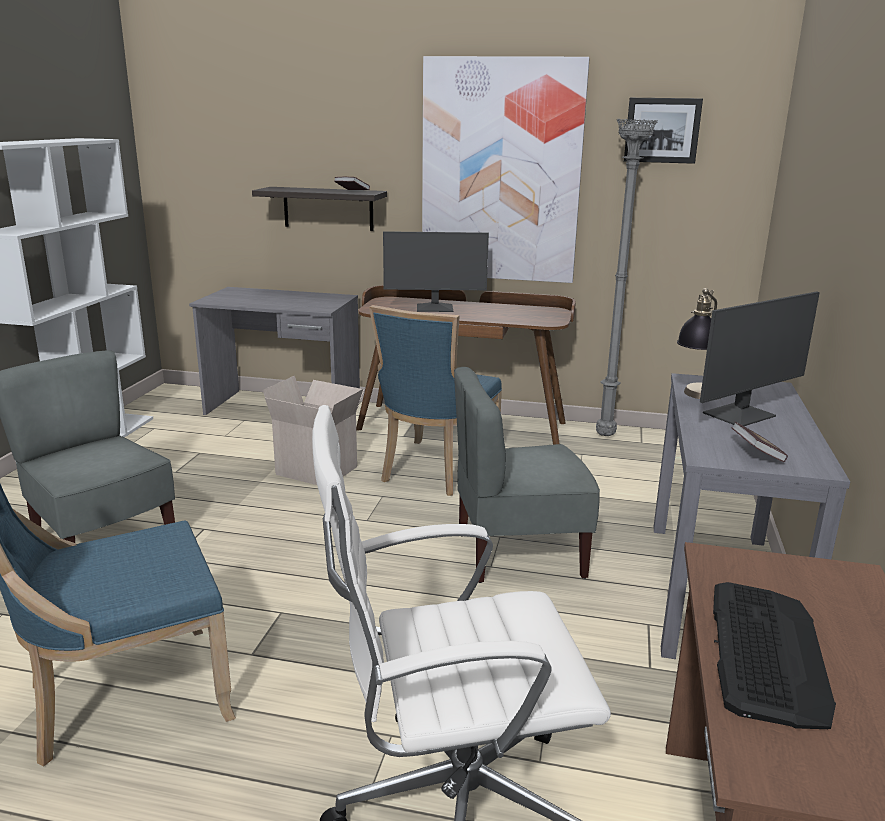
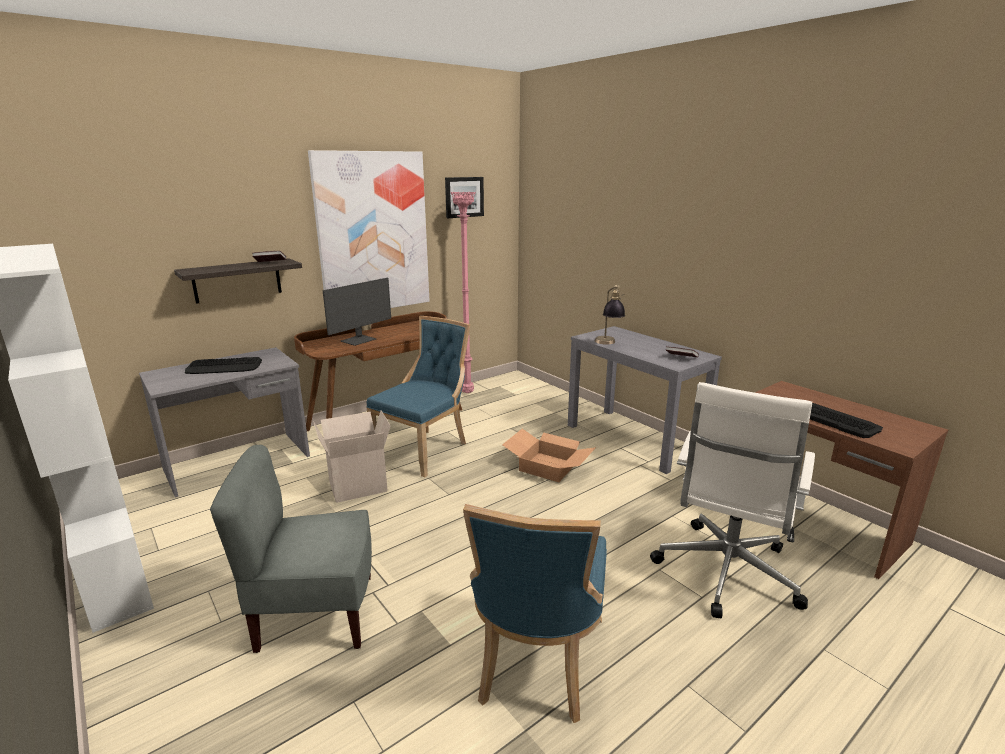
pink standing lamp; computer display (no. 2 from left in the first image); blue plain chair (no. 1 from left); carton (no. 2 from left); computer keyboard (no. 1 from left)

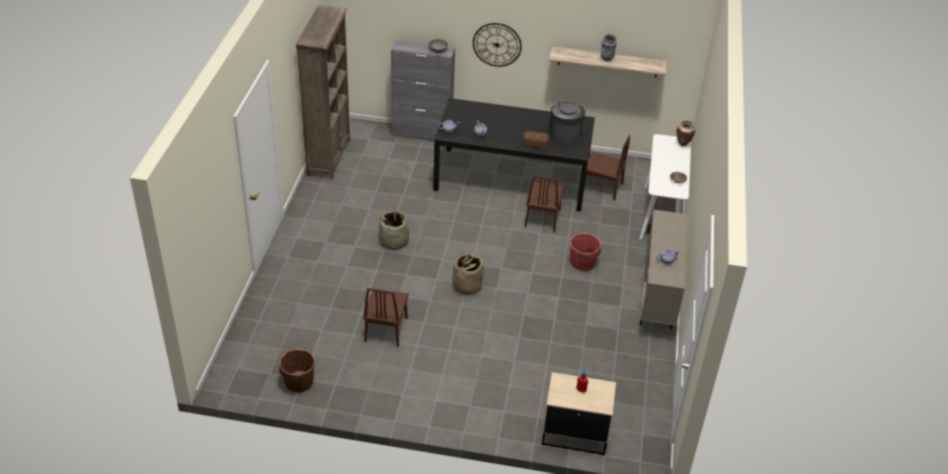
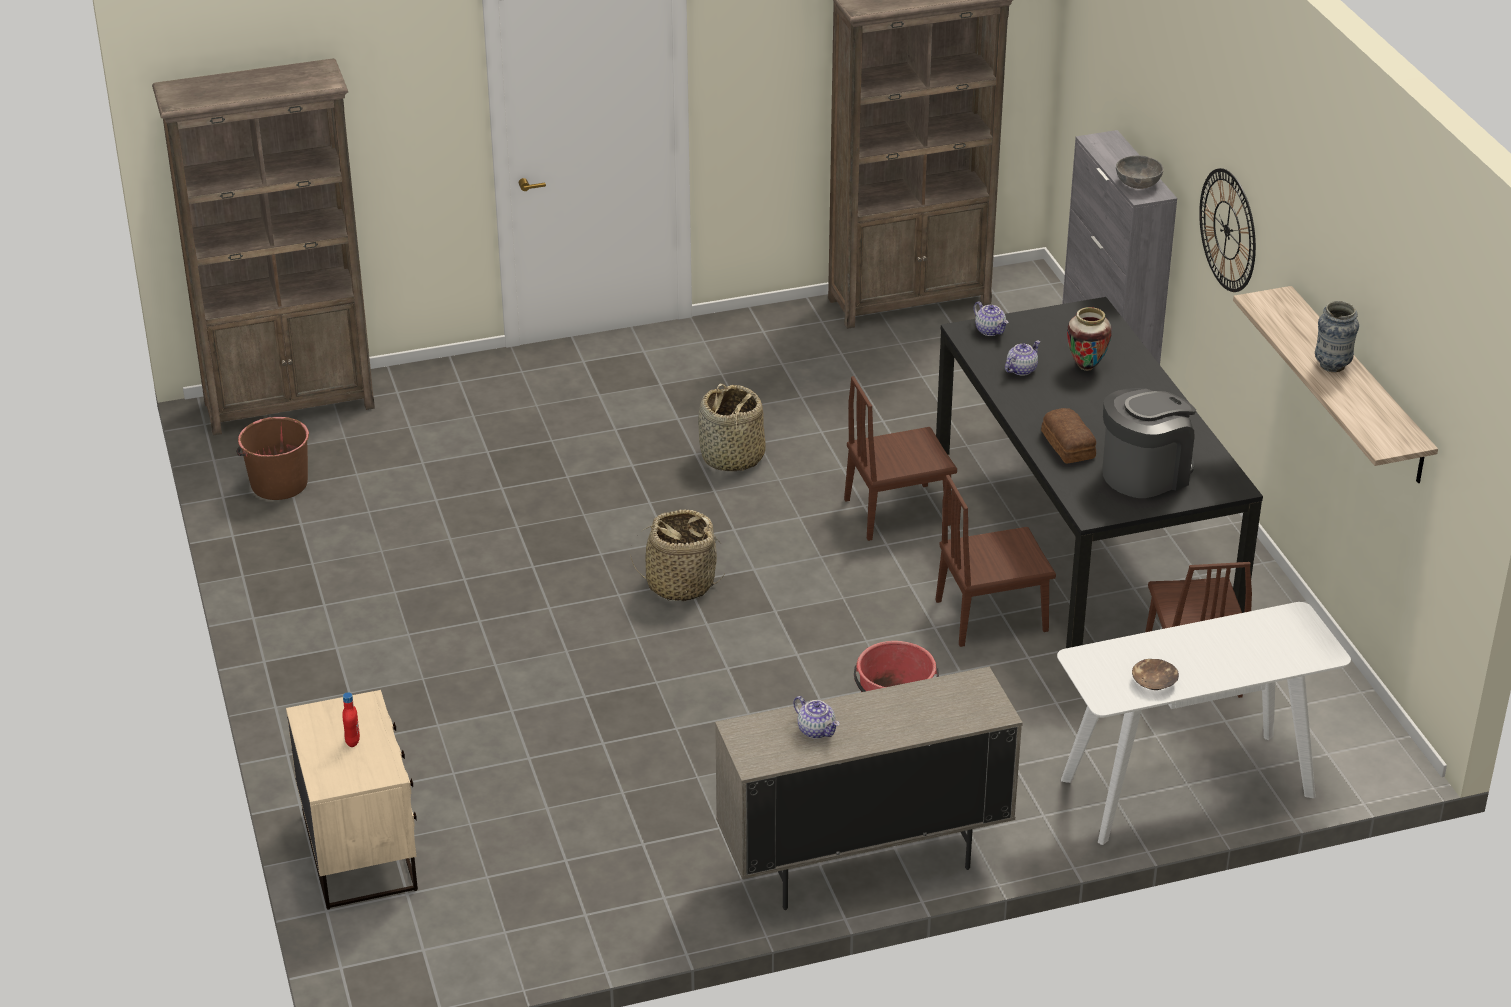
flower vase (no. 1 from left); brown plain chair (no. 1 from left); brown shelving unit (no. 1 from left)

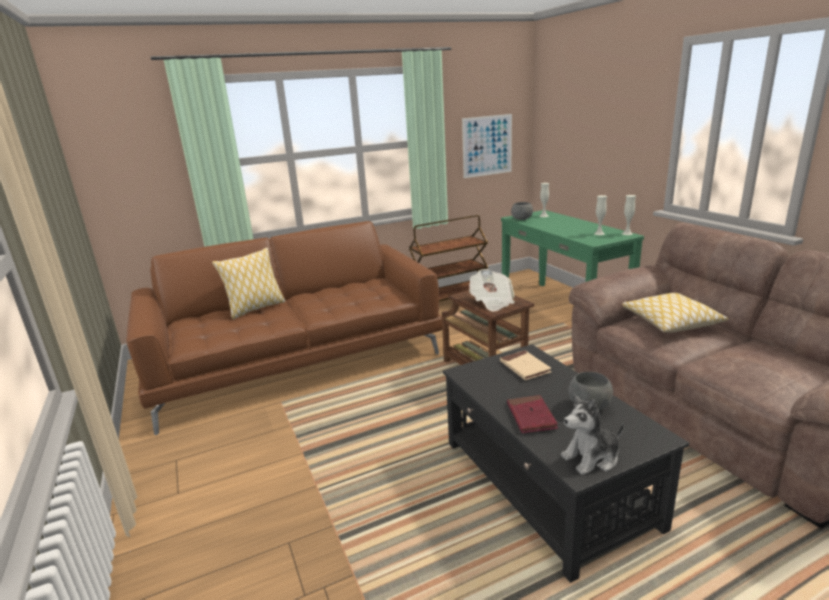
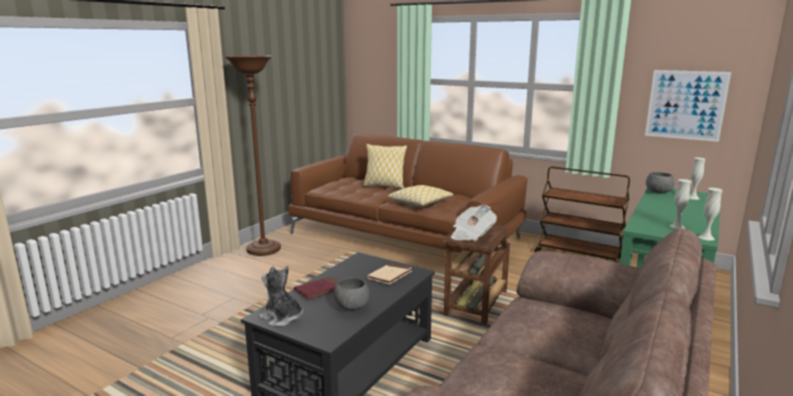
cushion (no. 2 from left); brown standing lamp

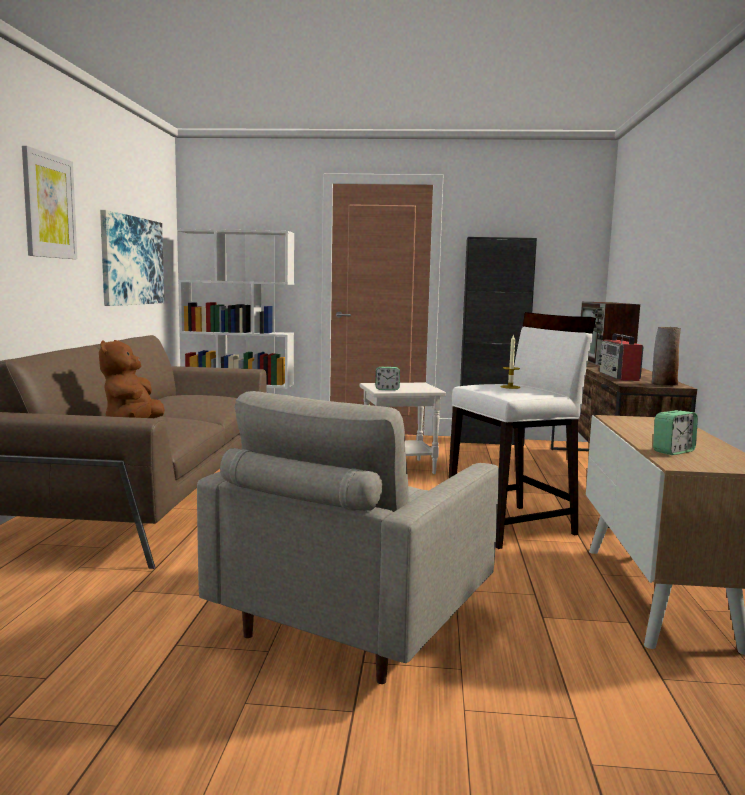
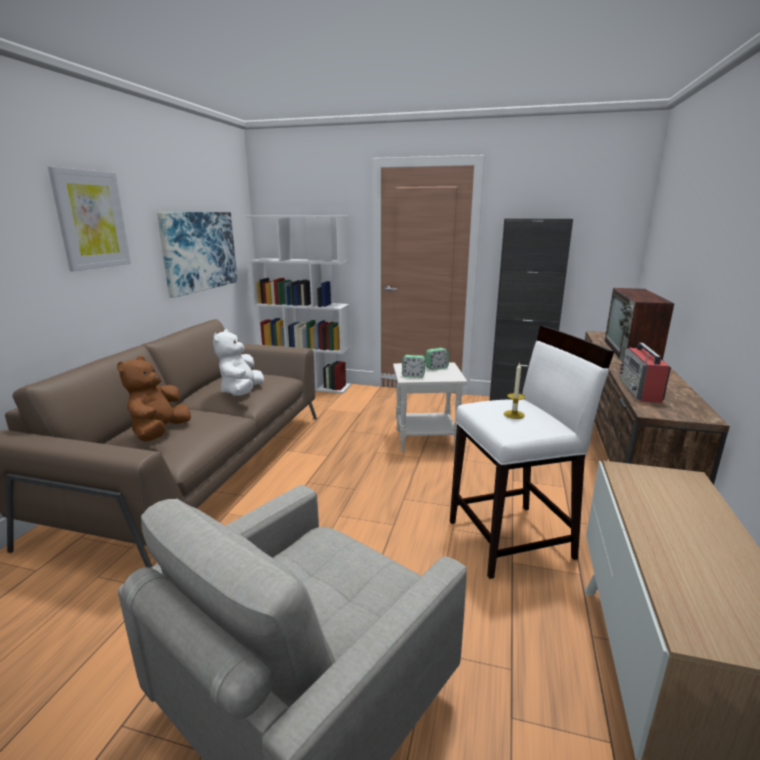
flower vase; alarm clock (no. 2 from left); white-coloured plush toy

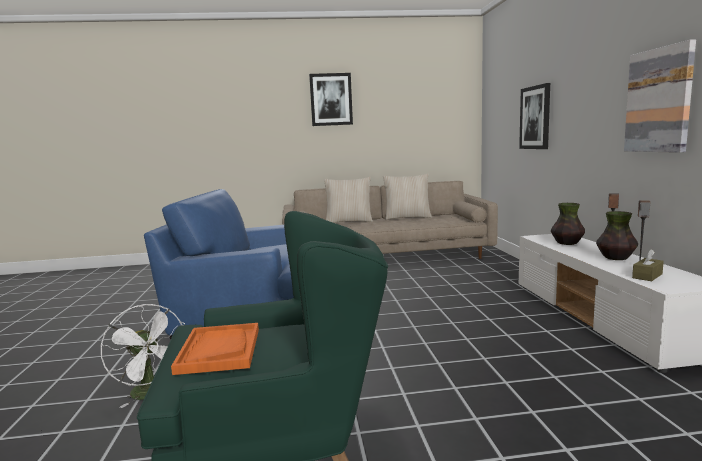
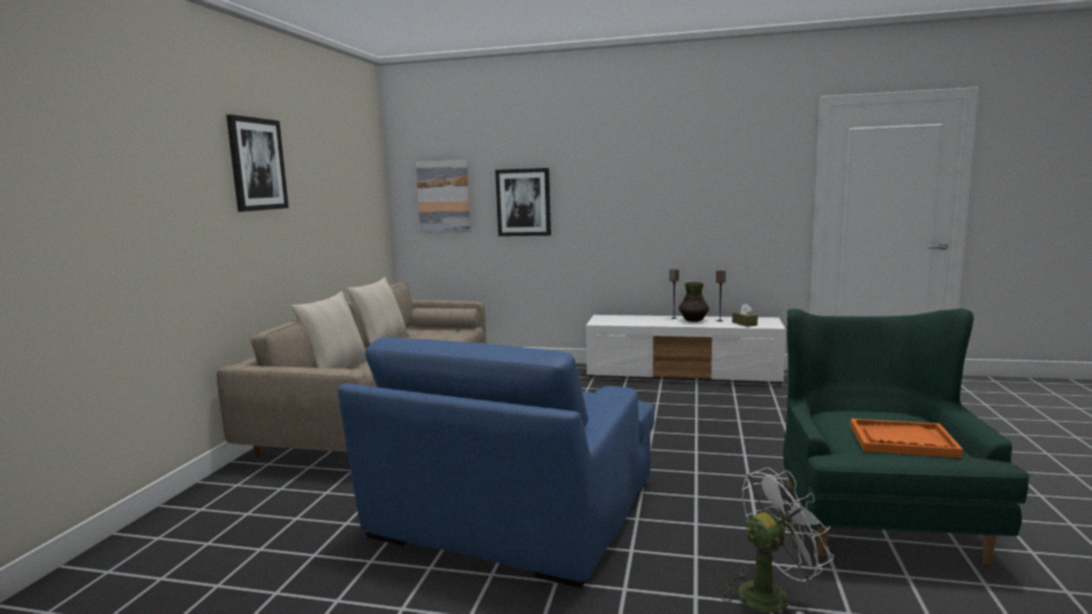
wall art (no. 2 from left); flower vase (no. 1 from left in the first image)

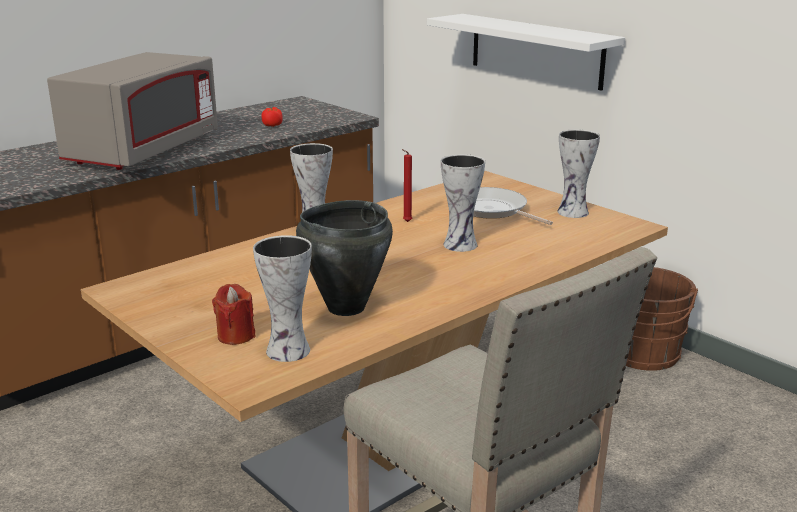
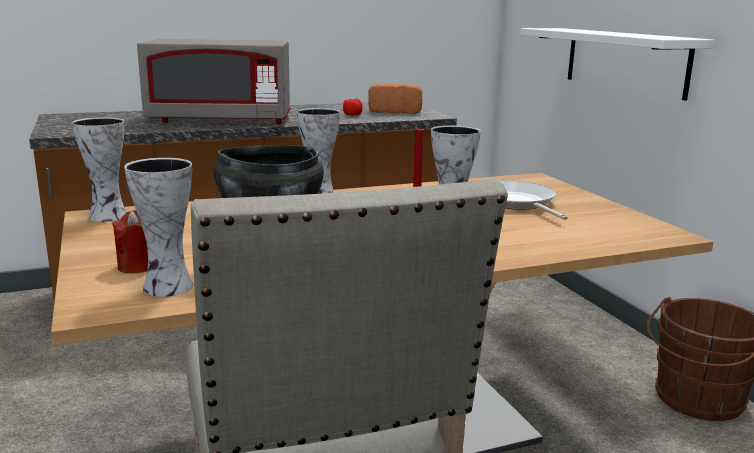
gray microwave; flower vase (no. 1 from left); bread

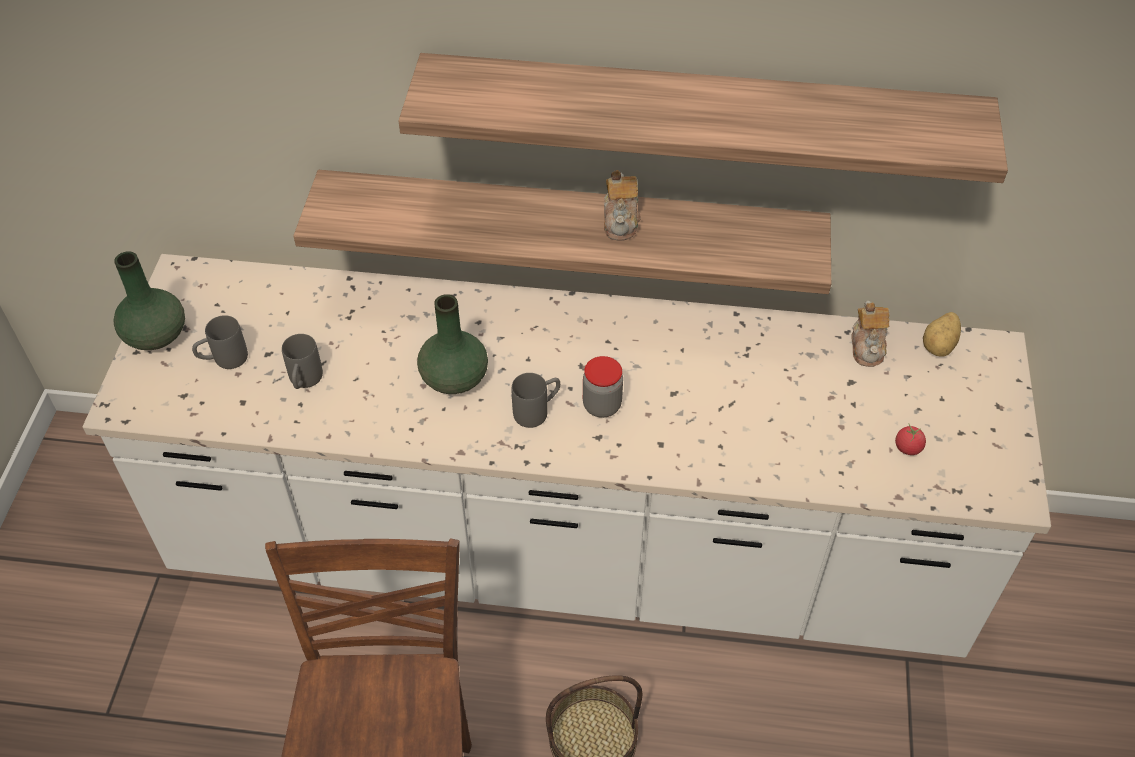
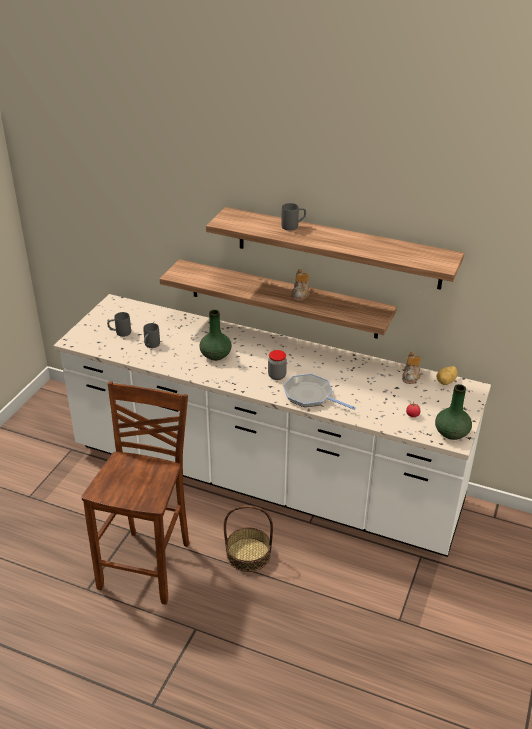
green flower vase (no. 2 from left); gray coffee mug (no. 3 from left); frying pan

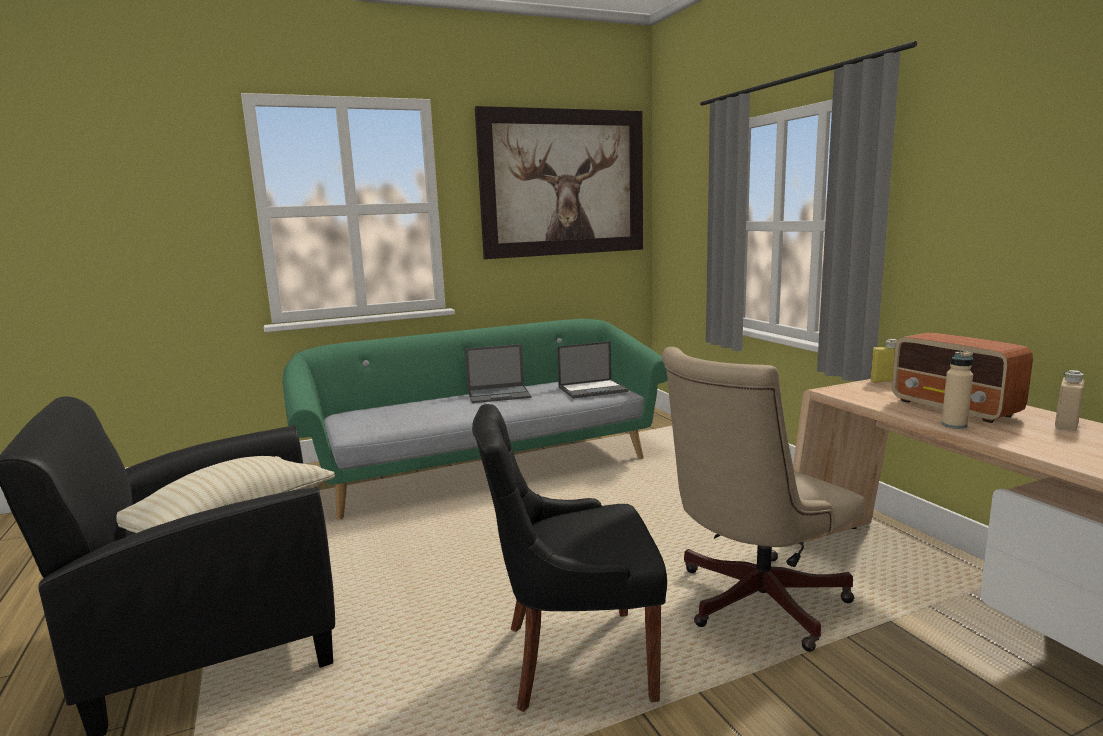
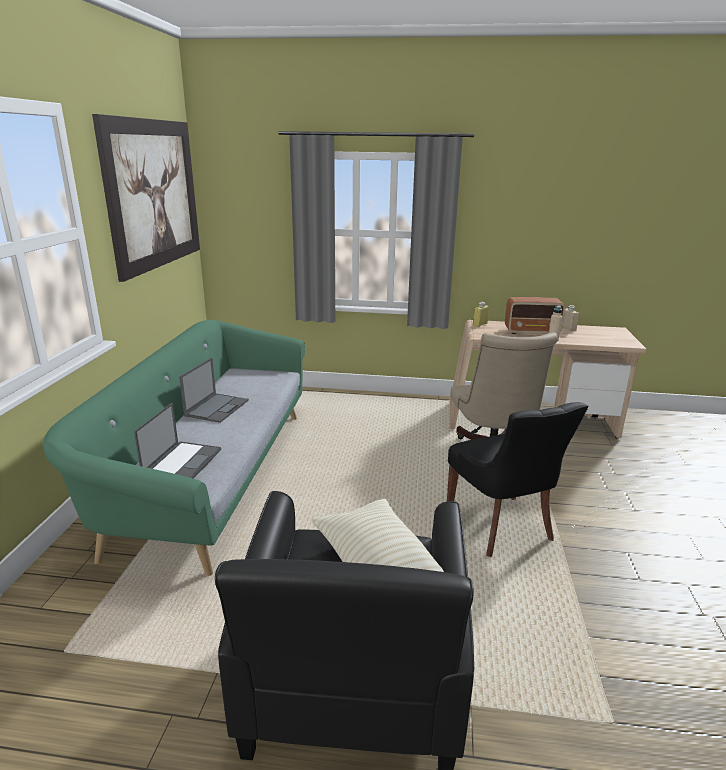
notebook computer (no. 1 from left); black-coloured plain chair

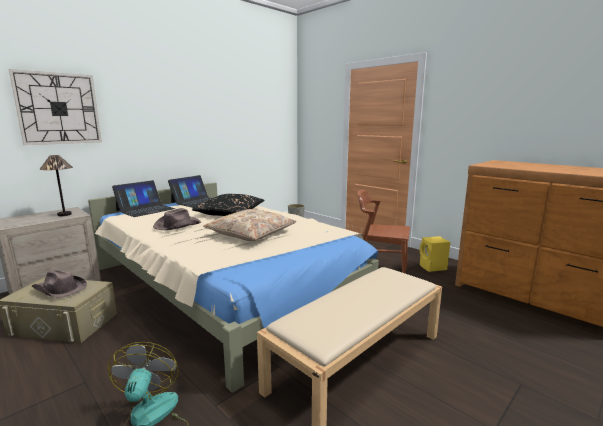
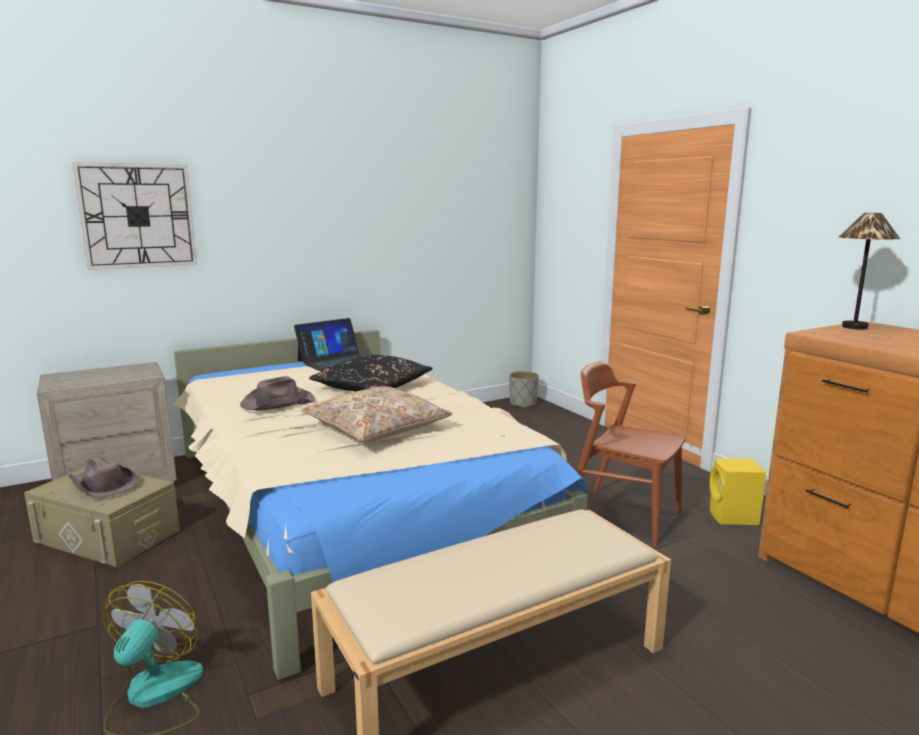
tabletop lamp; notebook computer (no. 1 from left in the first image)

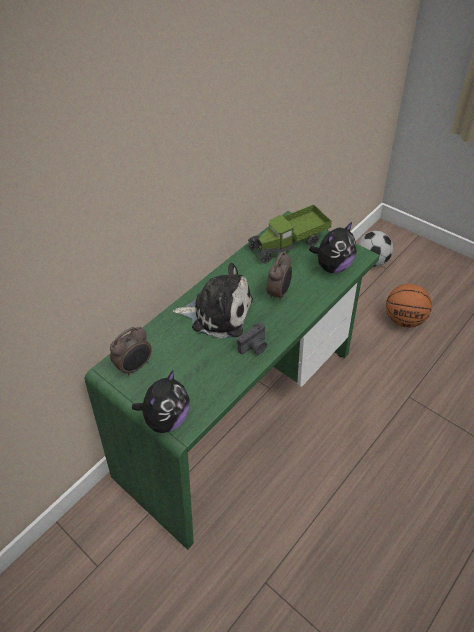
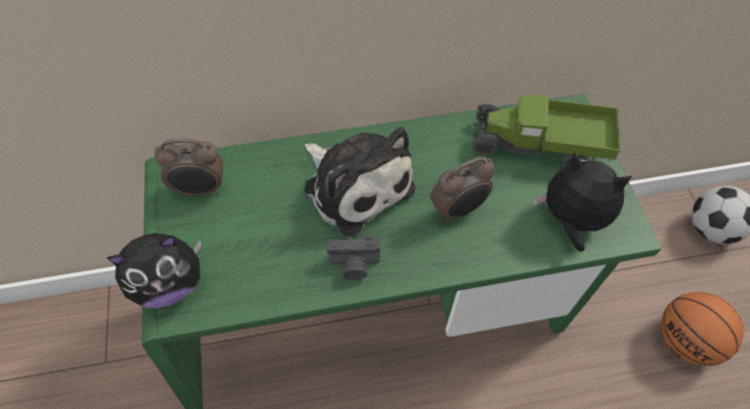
plush toy (no. 3 from left)

